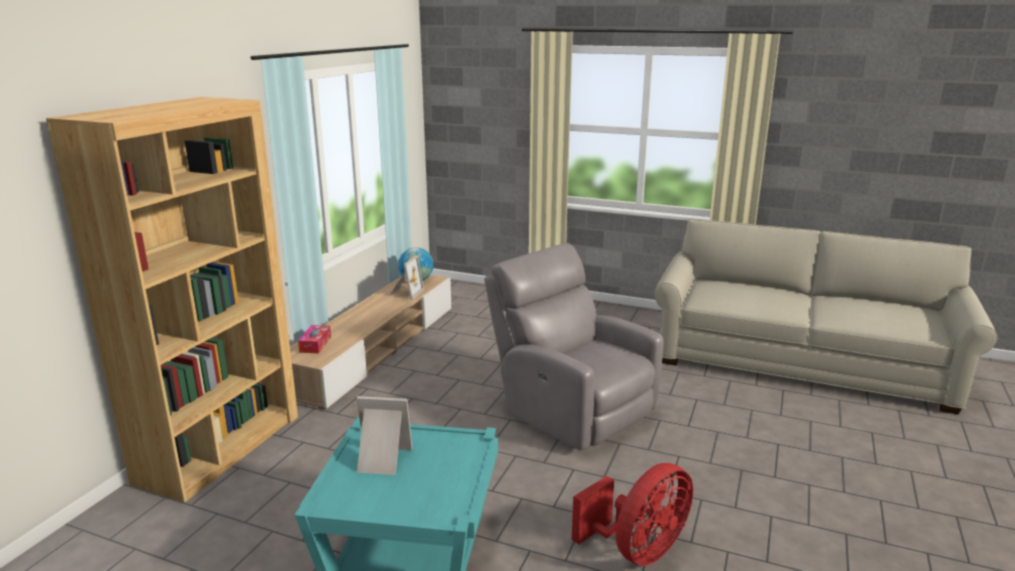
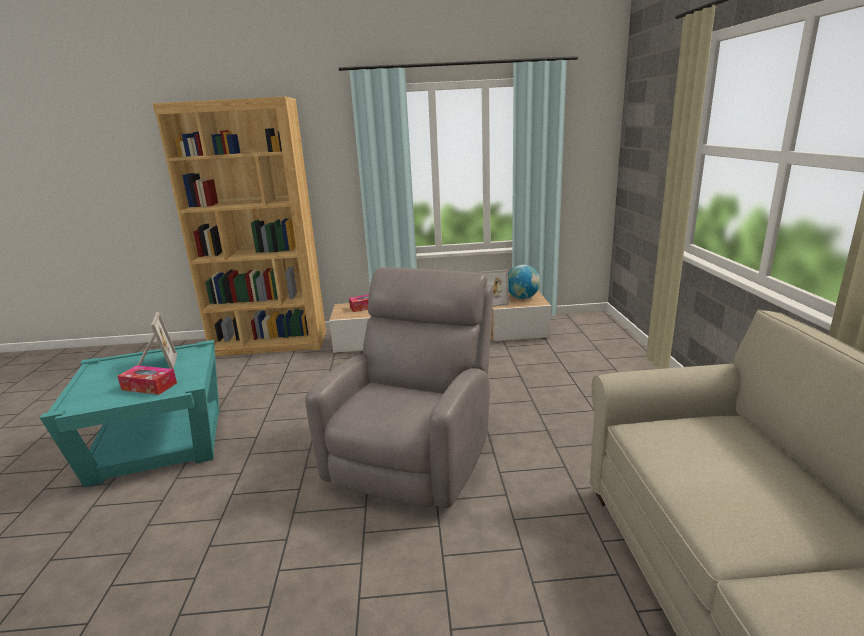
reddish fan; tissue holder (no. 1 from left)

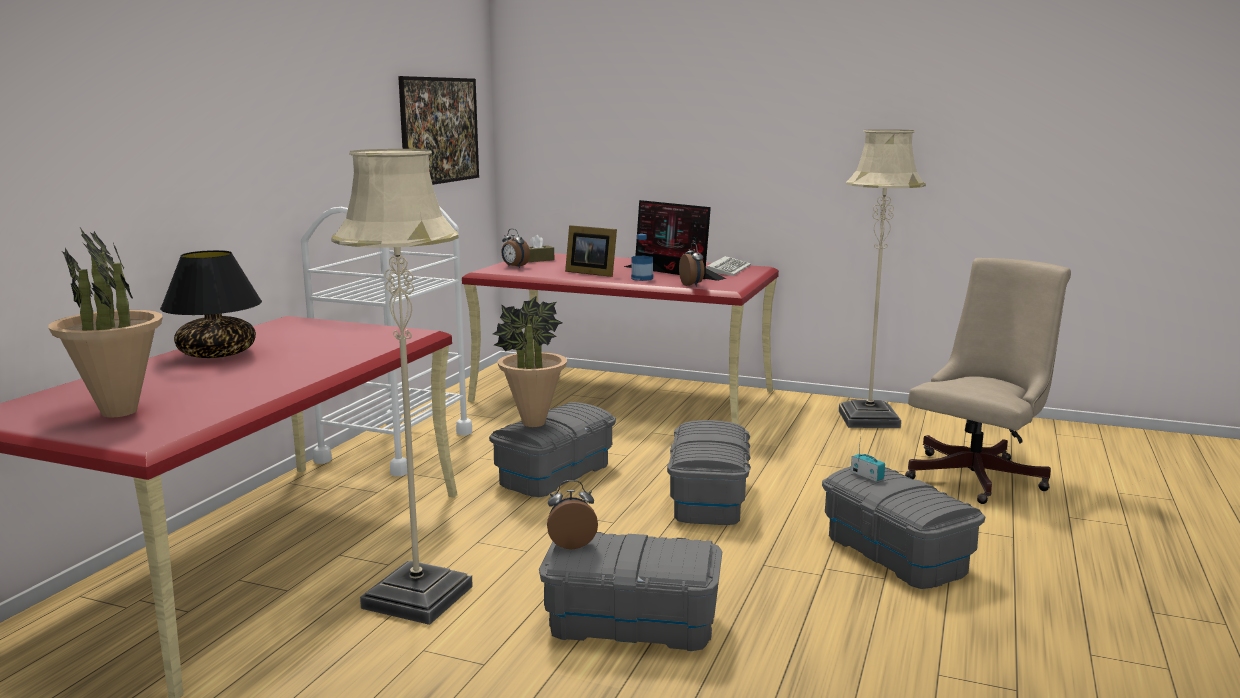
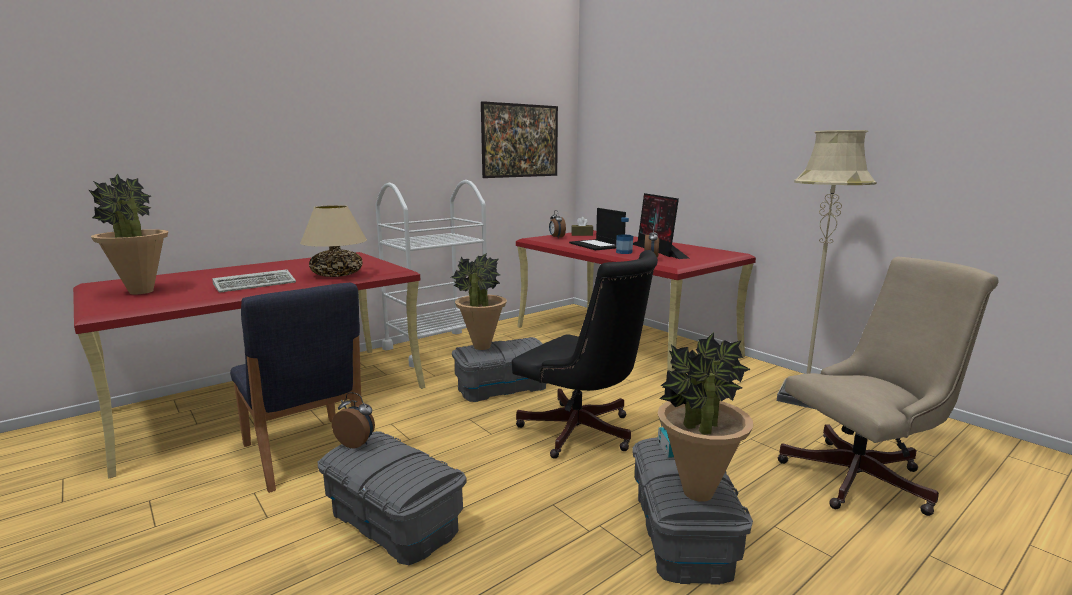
blue plain chair; notebook computer; black-coloured tabletop lamp; computer keyboard; black-coloured desk chair; beige-coloured tabletop lamp; houseplant (no. 3 from left)

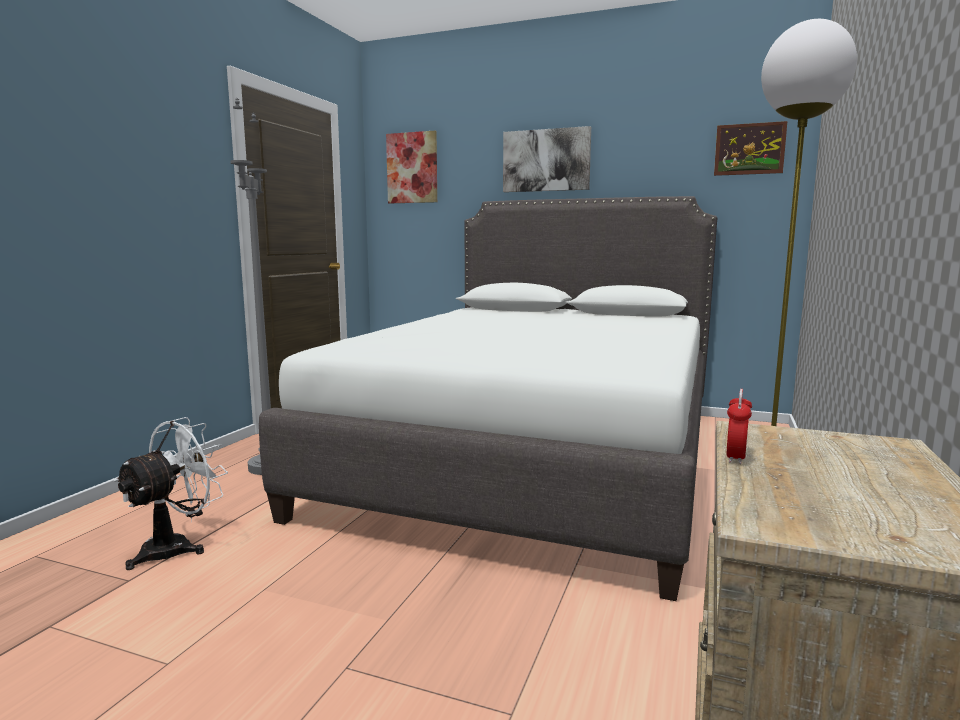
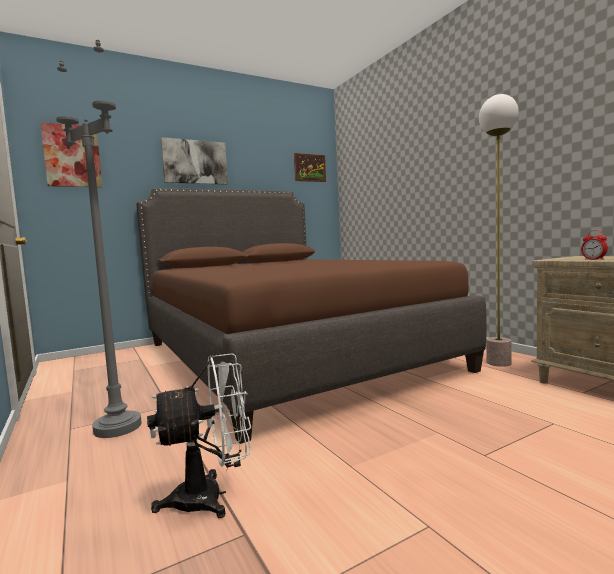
brown bedroom bed; white-coloured fan

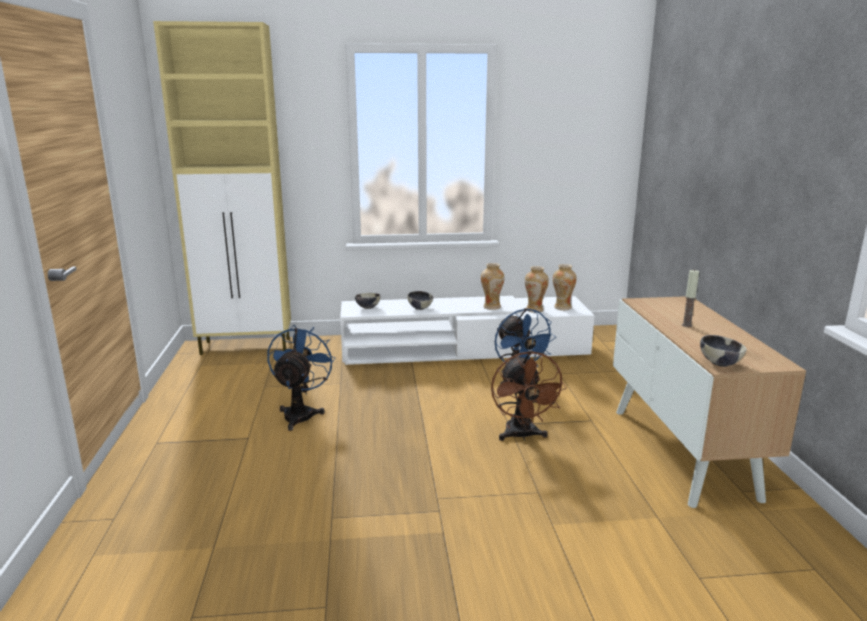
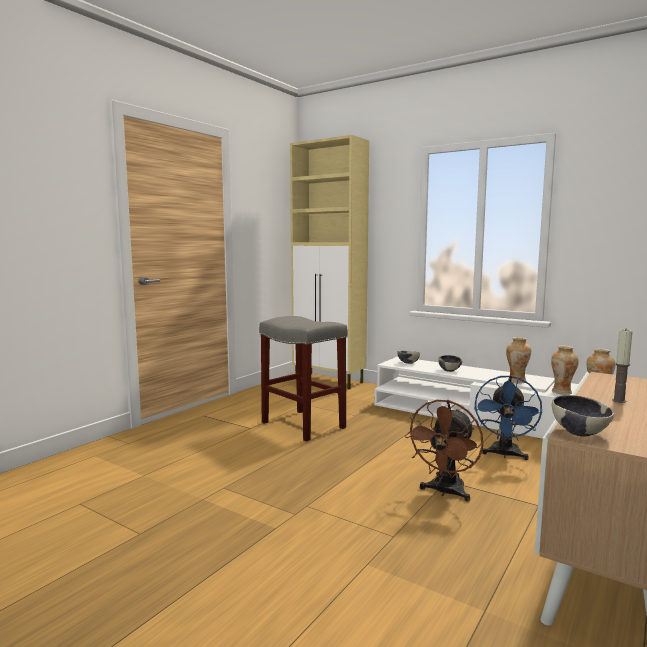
gray sitting stool

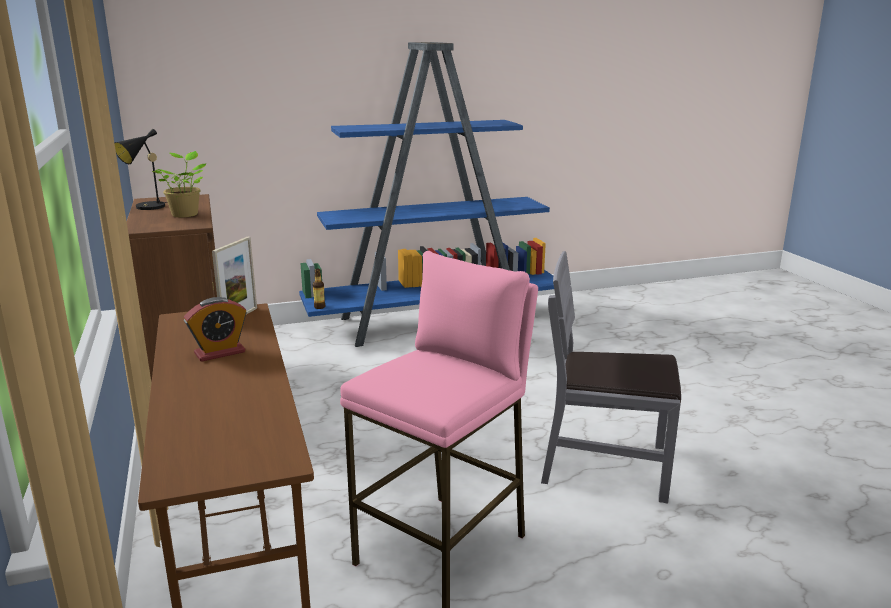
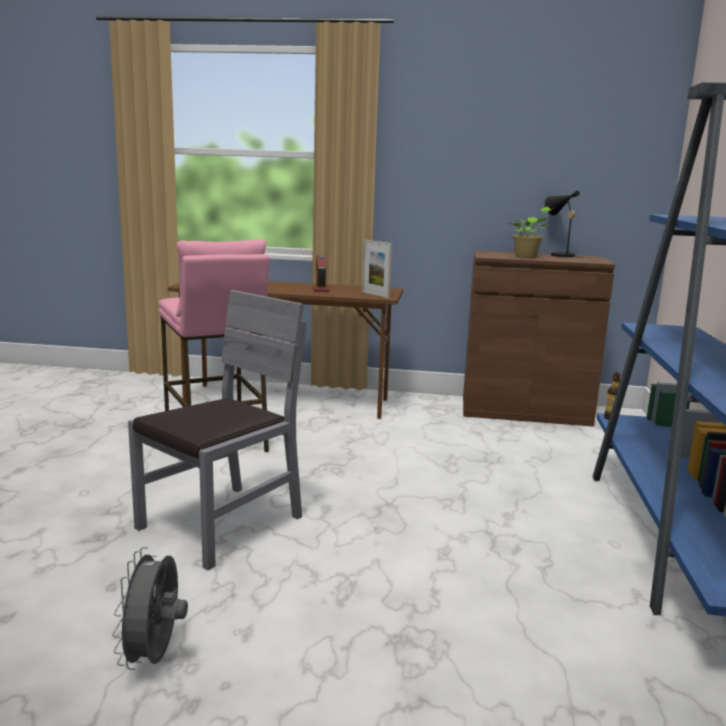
gray fan

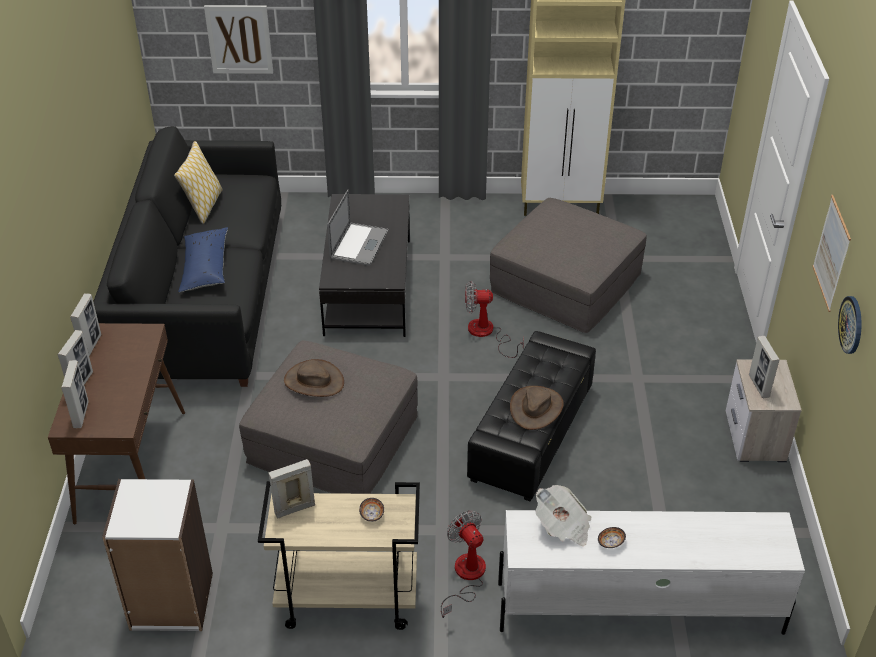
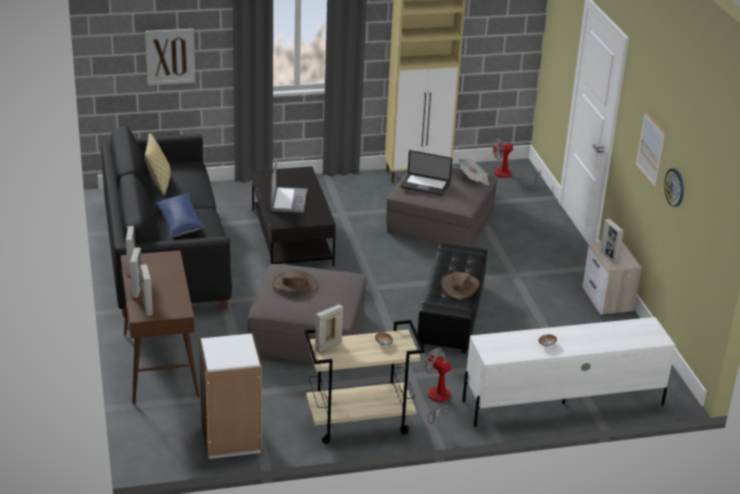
fan (no. 2 from left); newspaper; notebook computer (no. 2 from left)

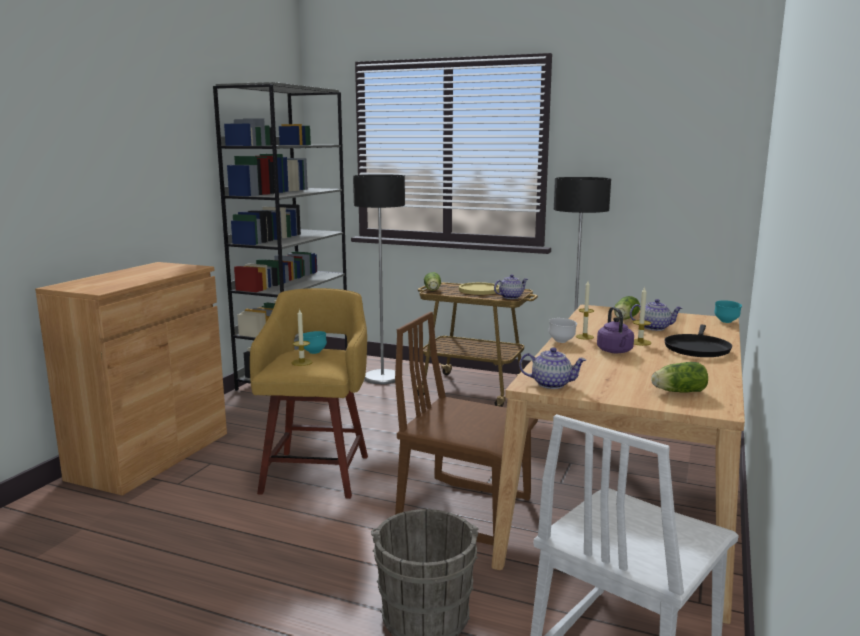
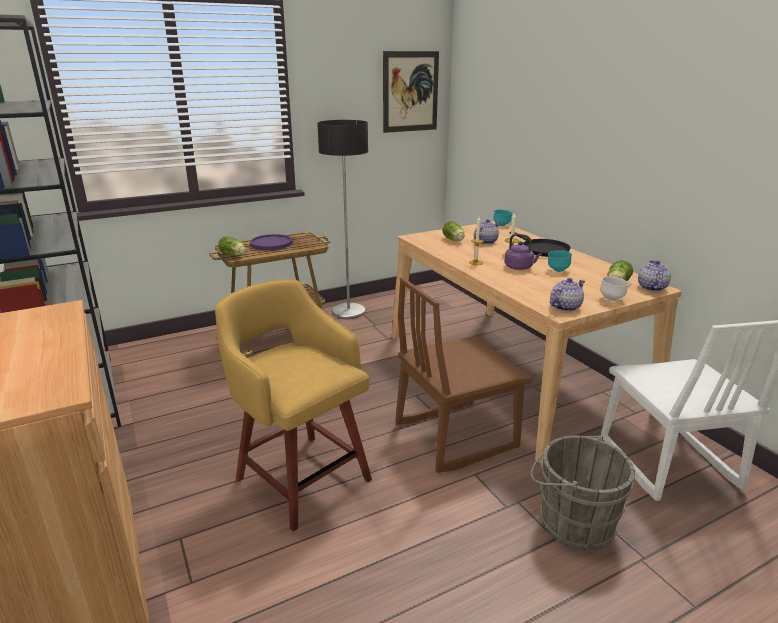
standing lamp (no. 1 from left in the first image); tea pot (no. 3 from left); purplish flat dish; wax light (no. 1 from left in the first image); white-coloured bowl; blue-green bowl (no. 2 from left); wall art

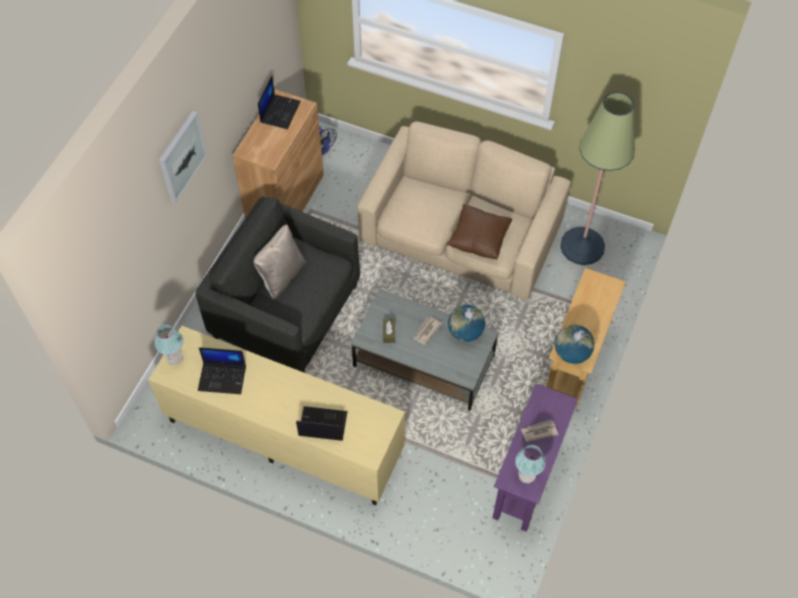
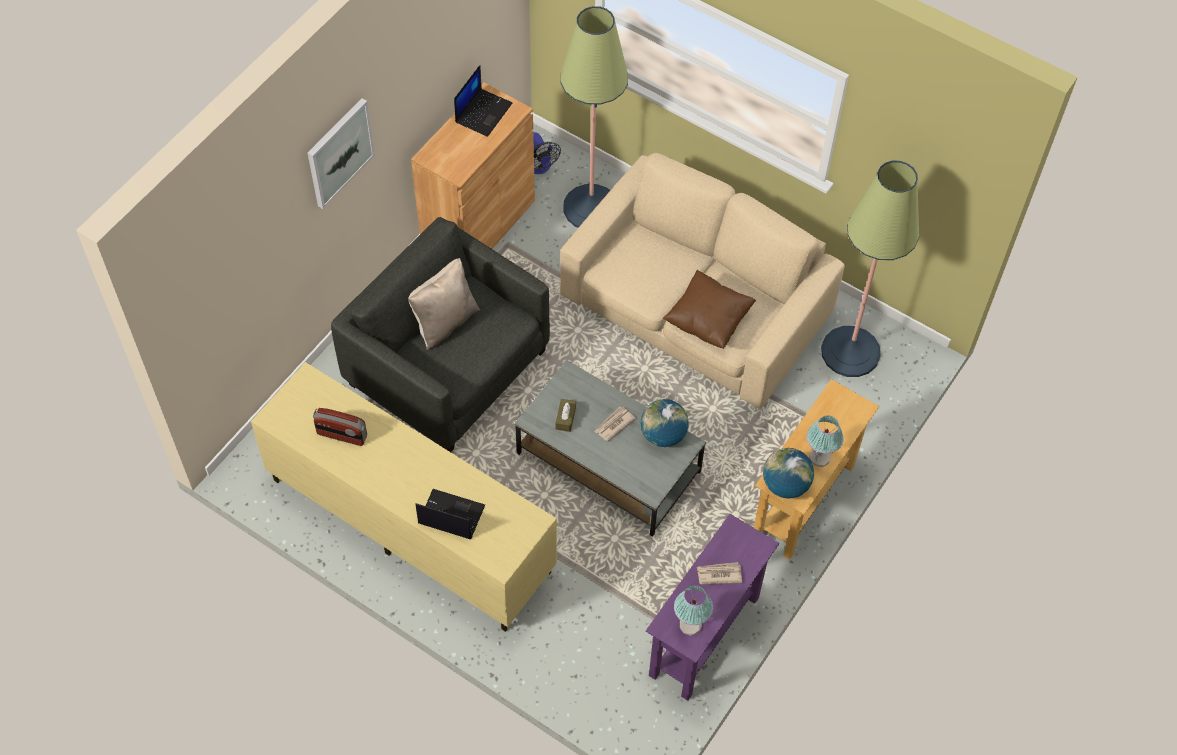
tabletop lamp (no. 2 from left); radio receiver; standing lamp (no. 1 from left)

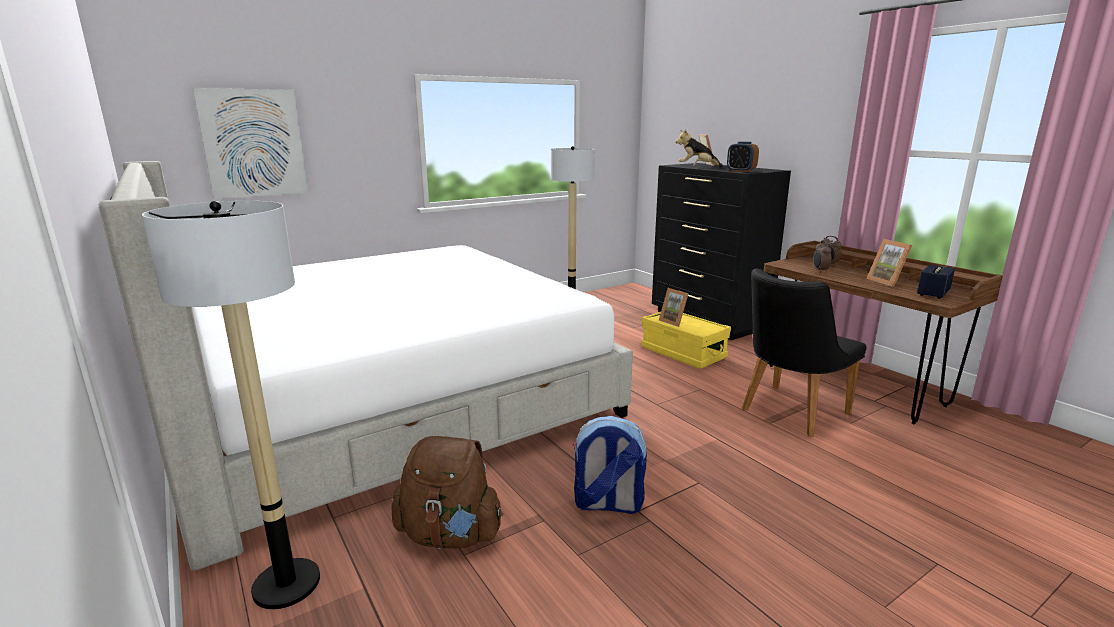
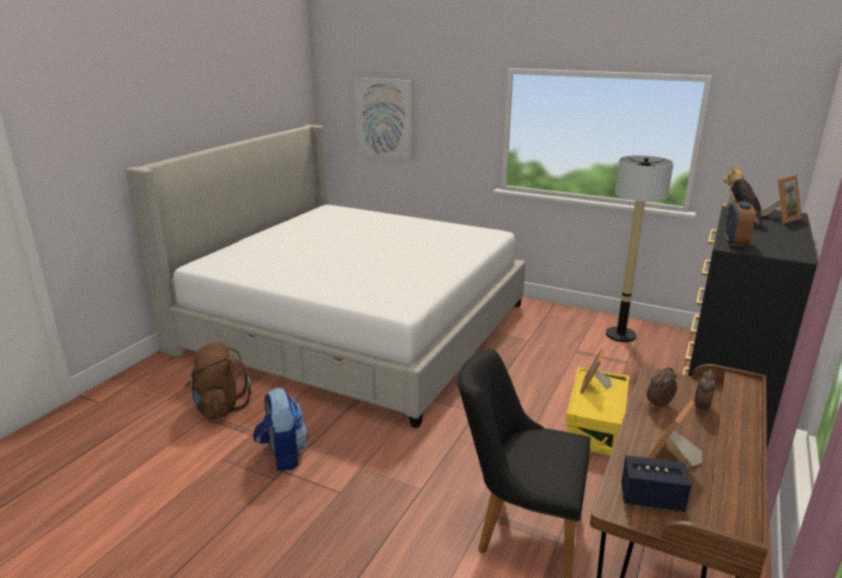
standing lamp (no. 1 from left in the first image)

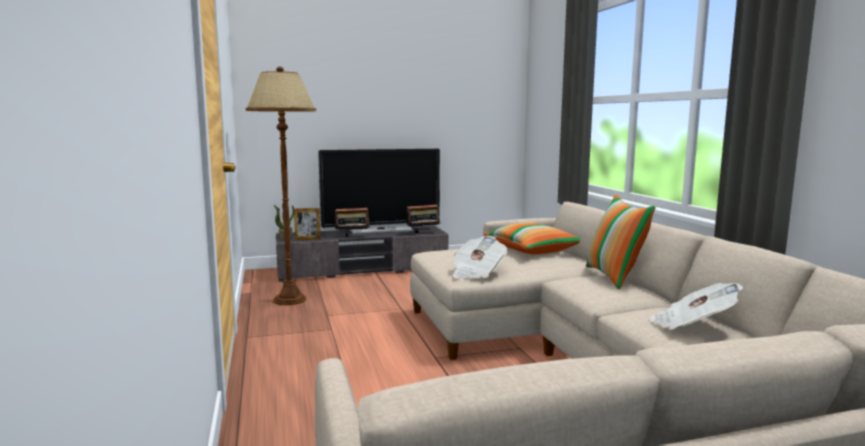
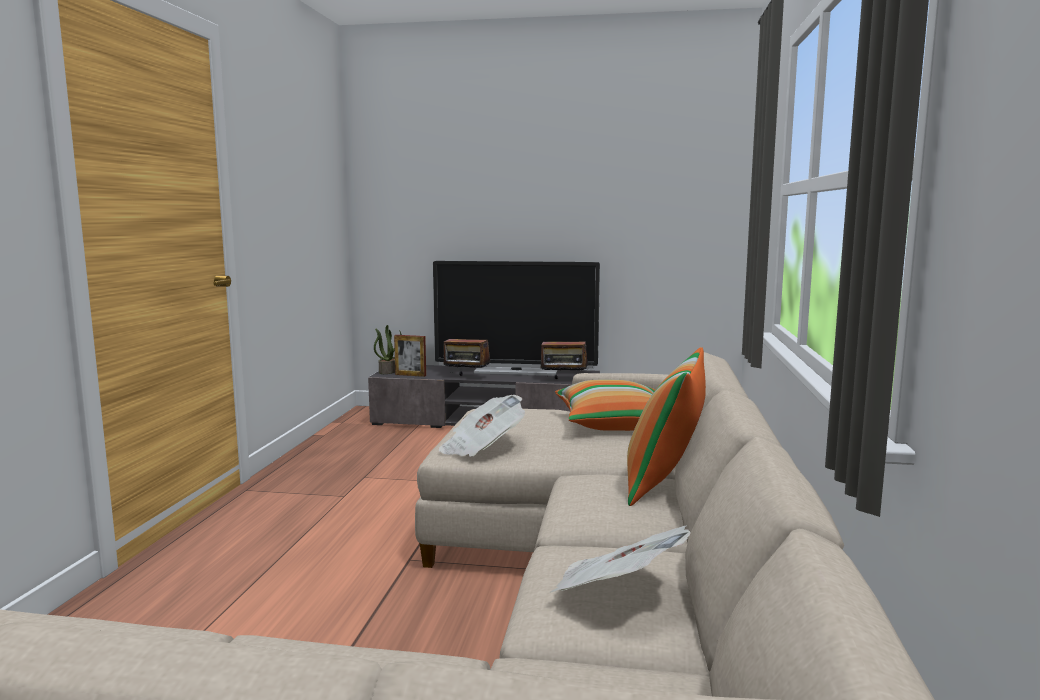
brown standing lamp

